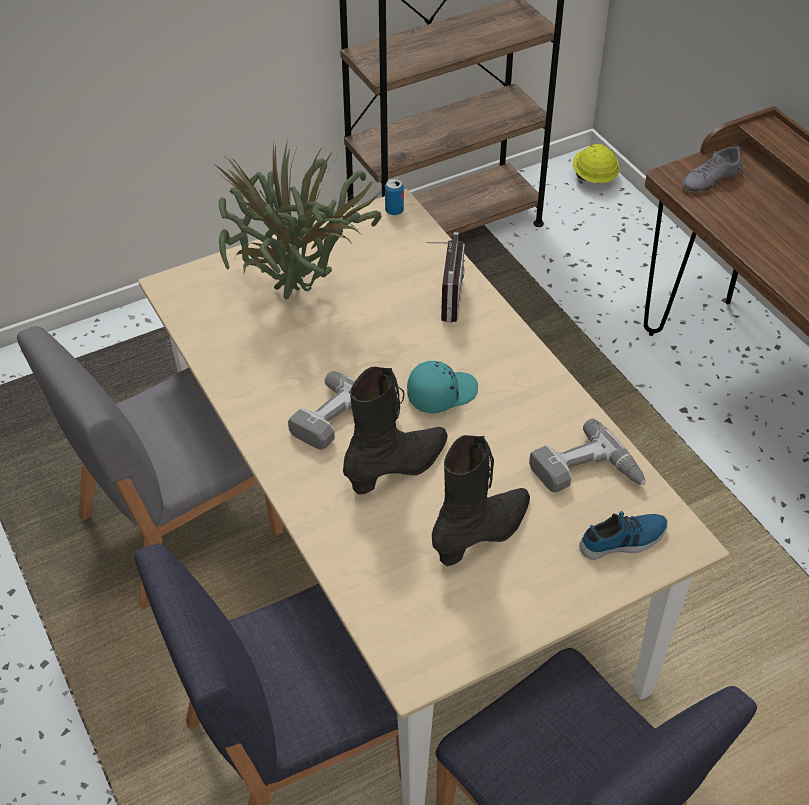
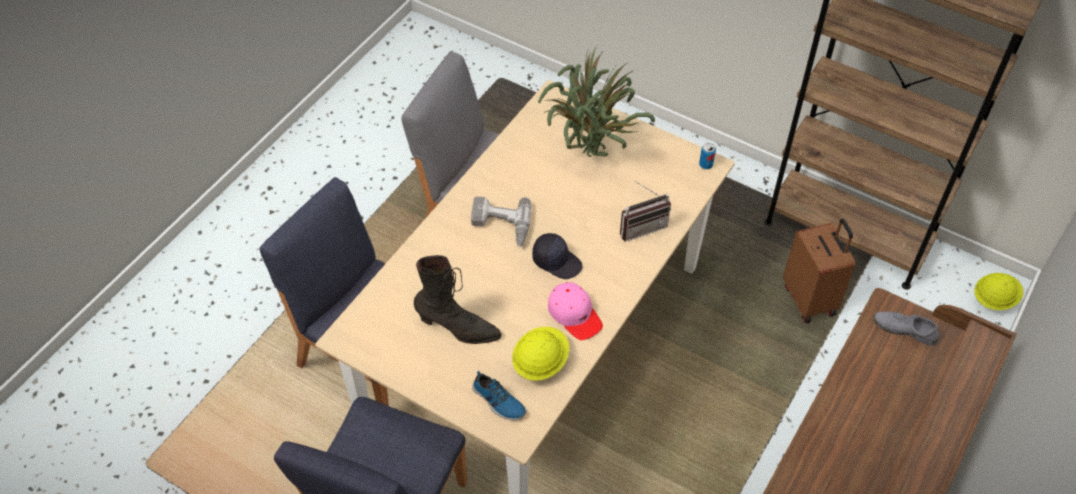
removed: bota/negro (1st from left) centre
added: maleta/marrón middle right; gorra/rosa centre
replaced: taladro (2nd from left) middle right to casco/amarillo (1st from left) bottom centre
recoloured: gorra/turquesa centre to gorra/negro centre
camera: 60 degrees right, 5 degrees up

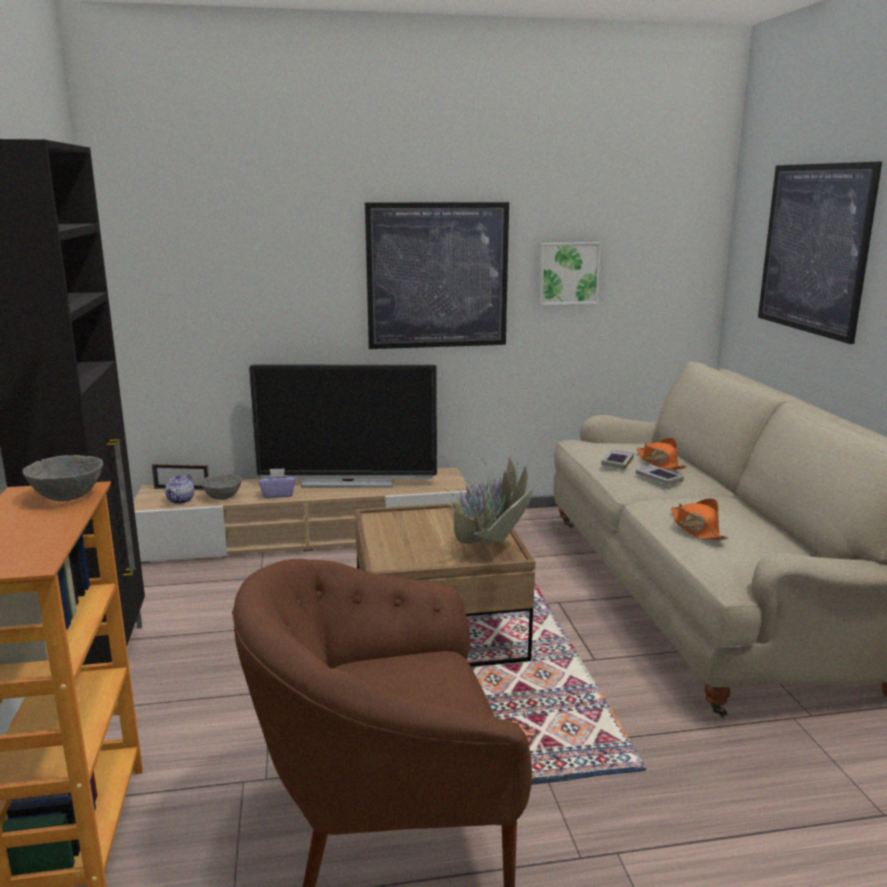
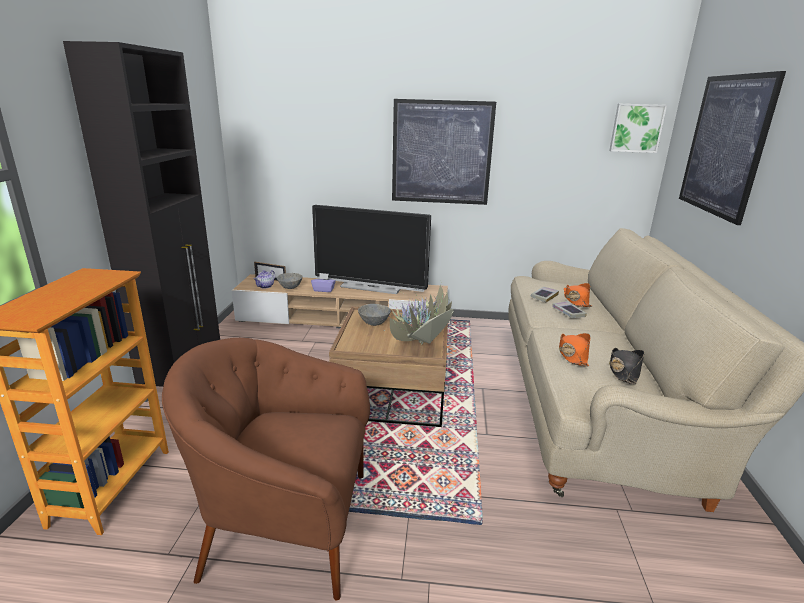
added: sombrero/negro middle right
moved: cuadro (2nd from left) top centre to top right; cuenco/gris (1st from left in the first image) middle left to cuenco/gris (2nd from left) centre
camera: 15 degrees right, 5 degrees up

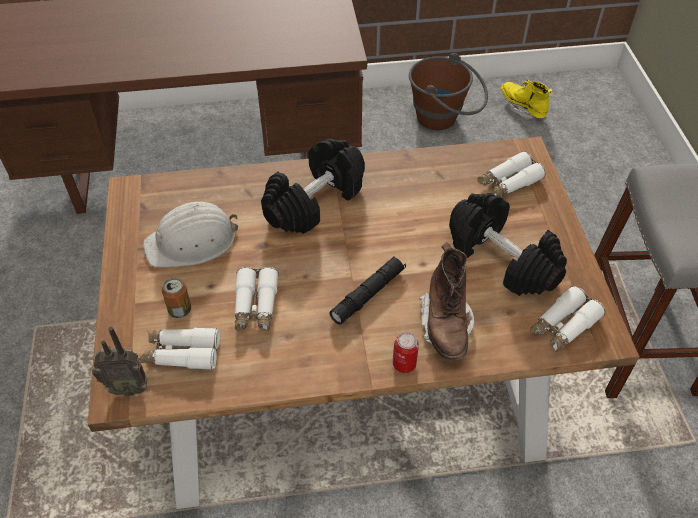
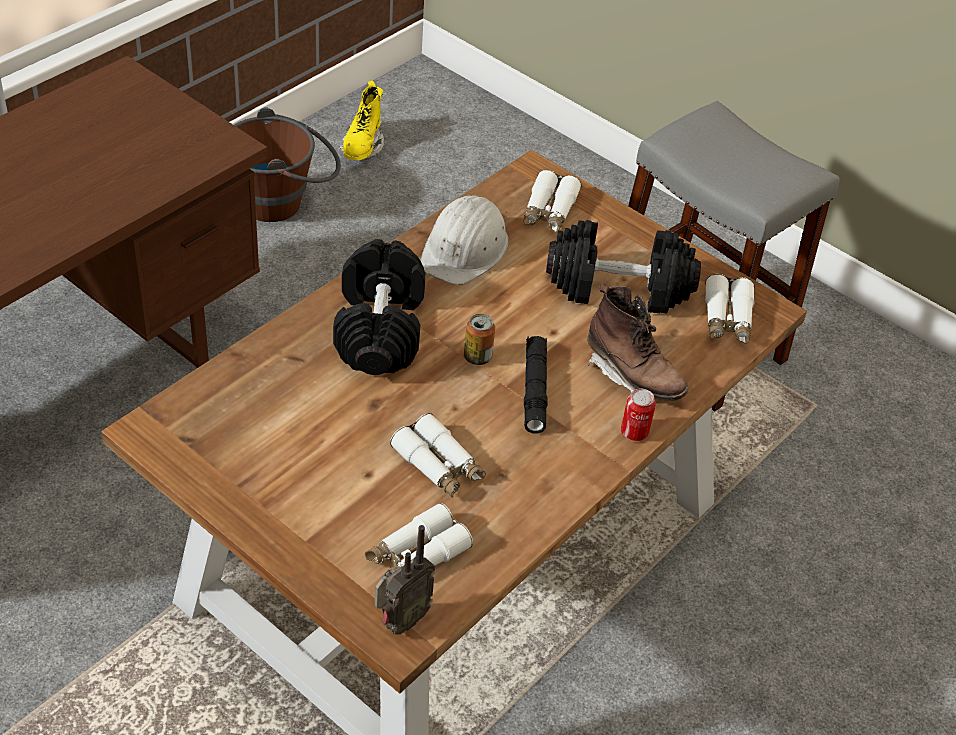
moved: casco/blanco middle left to top centre; lata (1st from left) middle left to centre
turned: bota/amarillo top right = top centre 90 degrees counterclockwise
camera: 45 degrees left, 5 degrees down

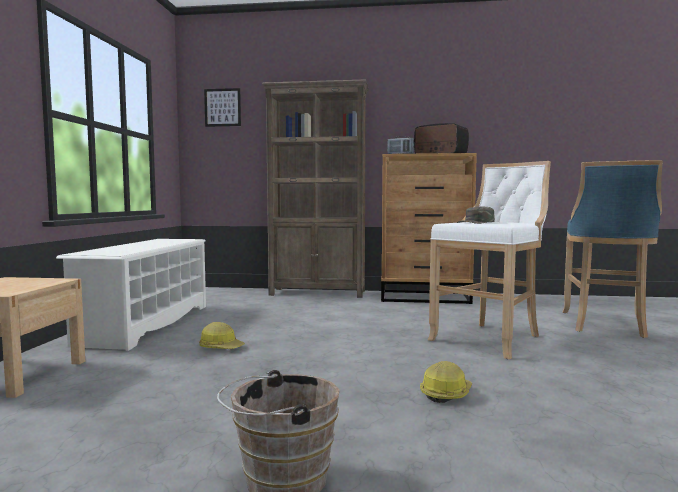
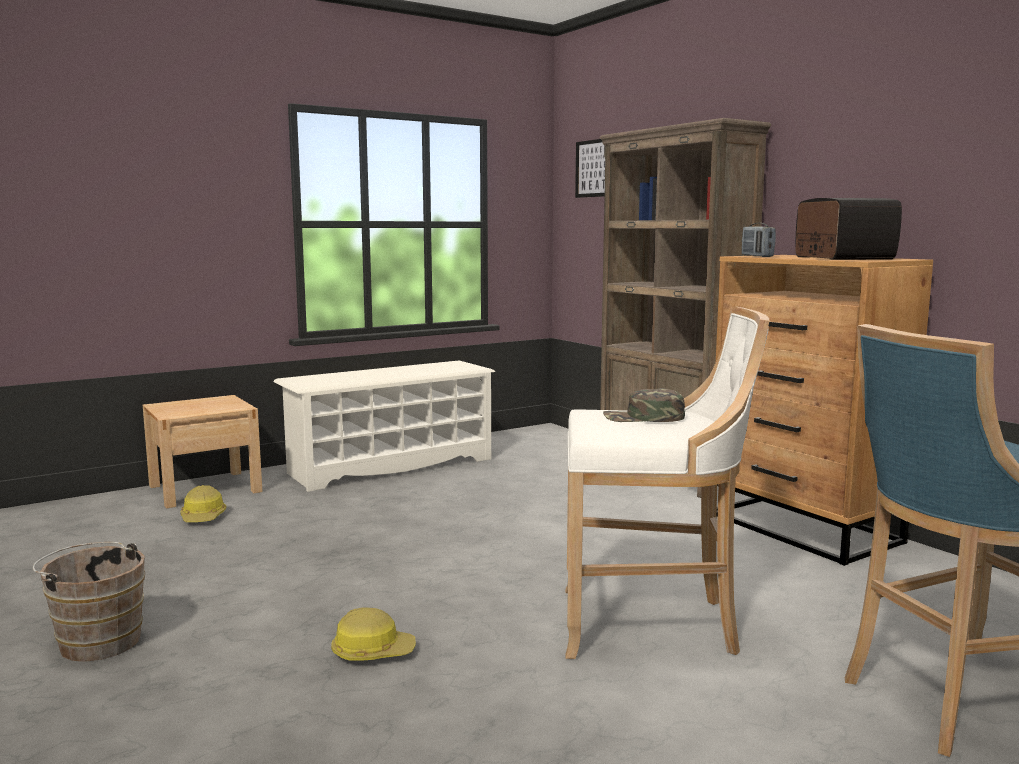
moved: casco (1st from left) bottom left to middle left
camera: 50 degrees right, 5 degrees up

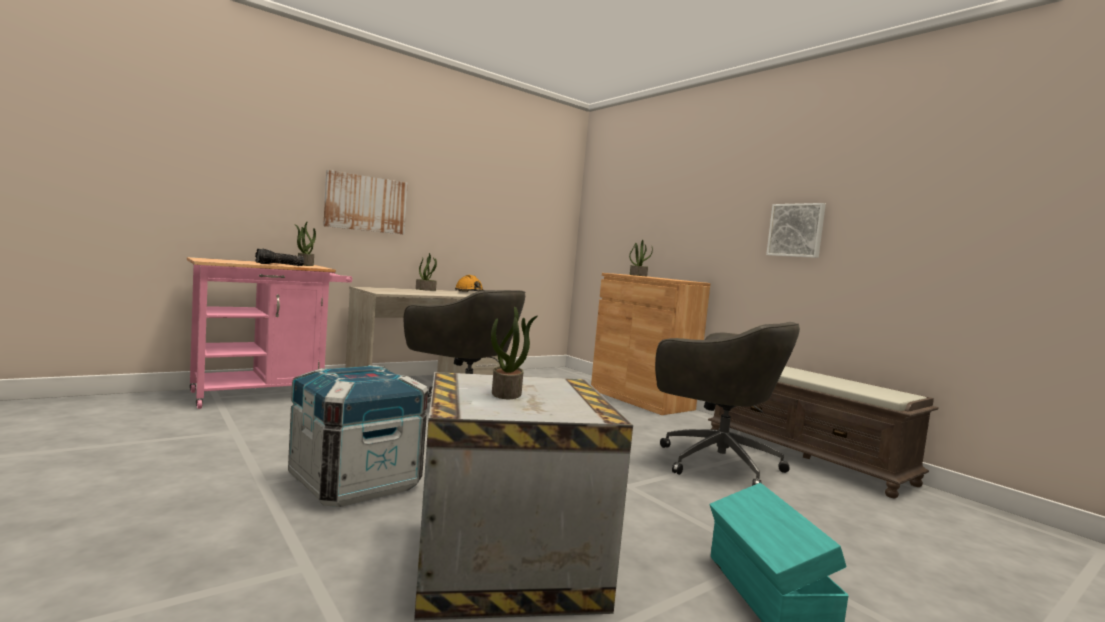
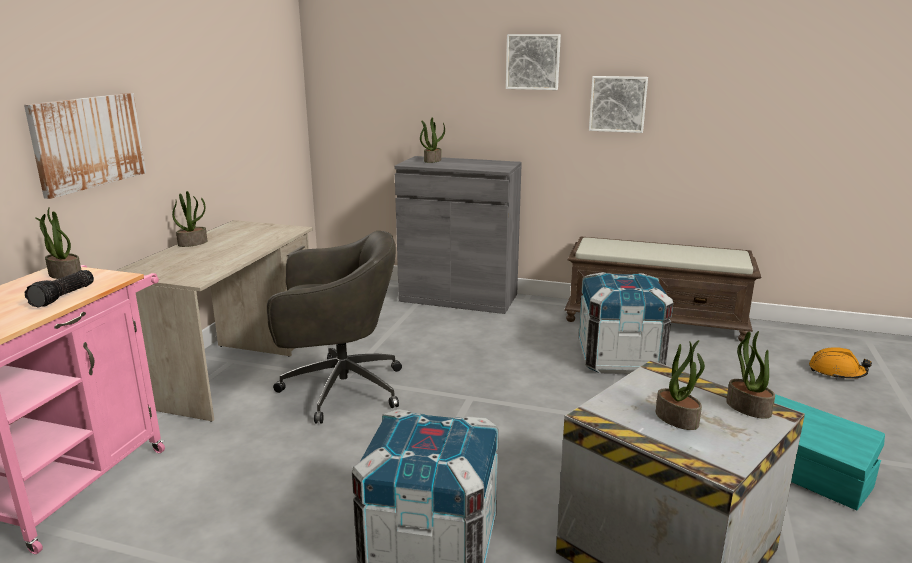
added: cuadro (2nd from left) top centre; planta en maceta (5th from left) middle right
moved: casco/naranja centre to middle right
replaced: silla de oficina/gris (2nd from left) centre to caja de embalaje (2nd from left) middle right
recoloured: armario/marrón centre to armario/gris centre
camera: 35 degrees left, 15 degrees up

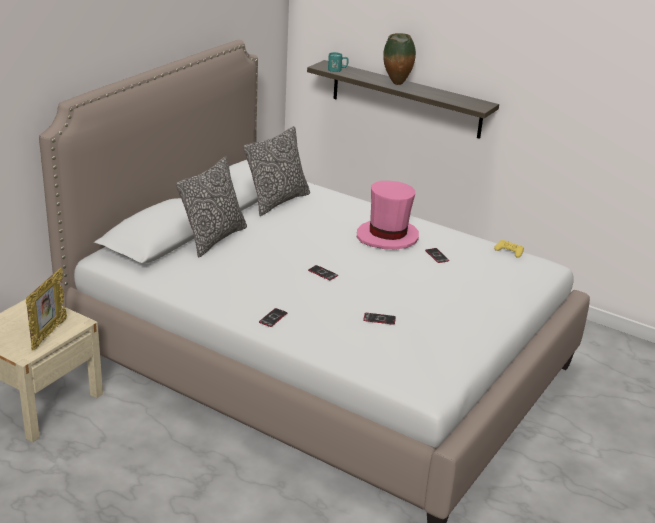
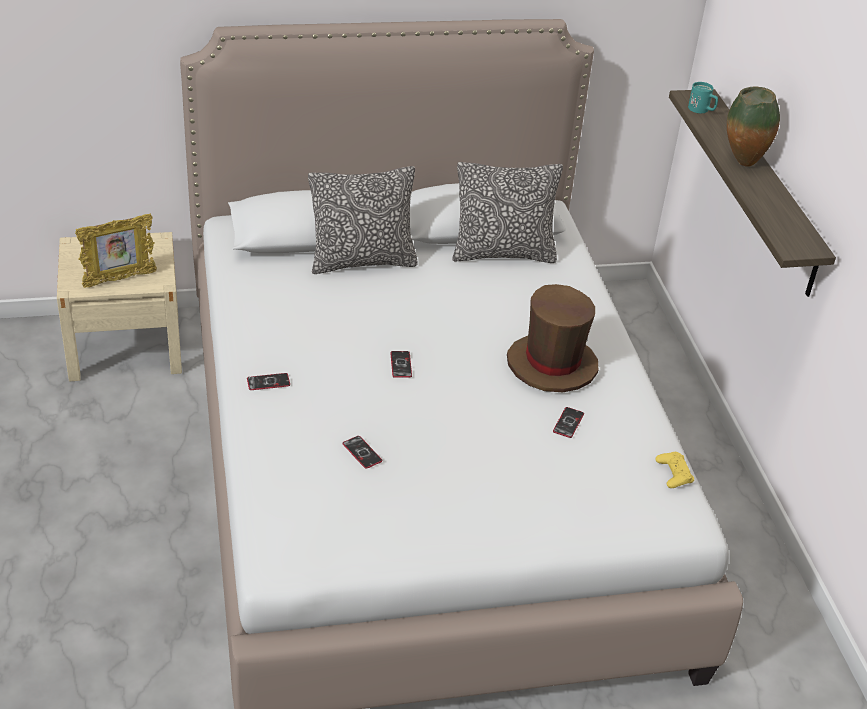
recoloured: sombrero/rosa centre to sombrero/marrón centre
camera: 45 degrees right, 10 degrees up

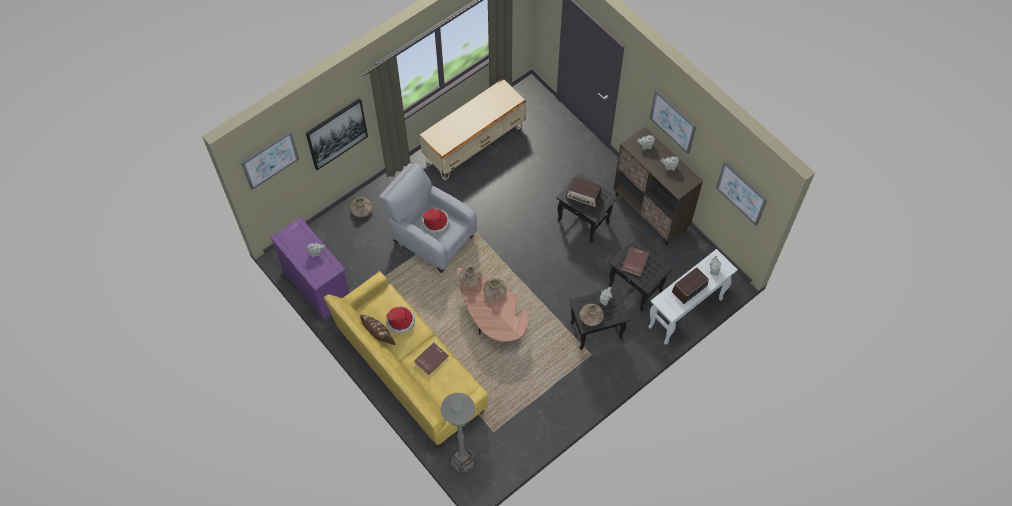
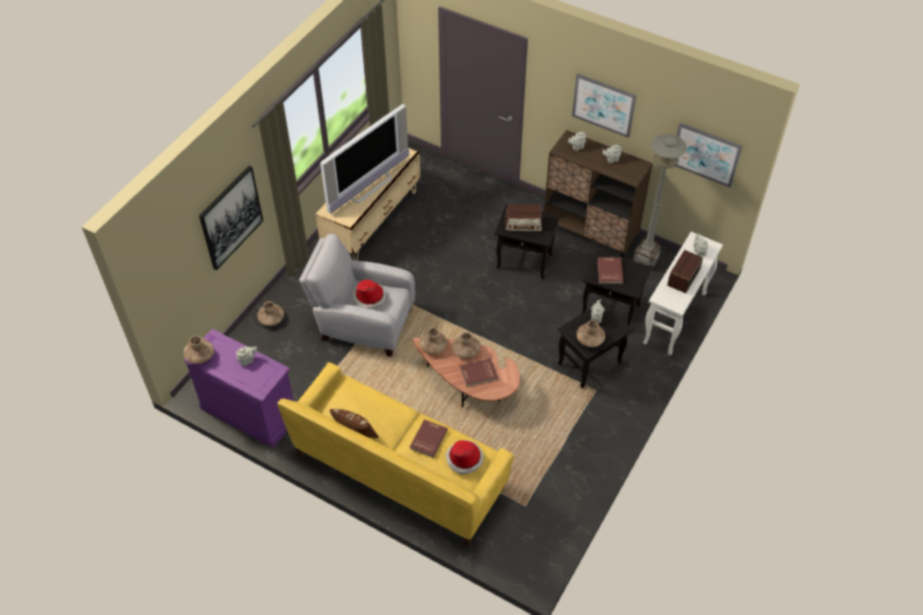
removed: cuadro (1st from left) top left
added: televisor top centre; florero/marrón (1st from left) middle left; libro/rojo (2nd from left) centre
moved: sombrero (1st from left in the first image) centre to sombrero (2nd from left) bottom centre; lámpara de pie/gris bottom centre to top right
camera: 20 degrees left, 10 degrees down

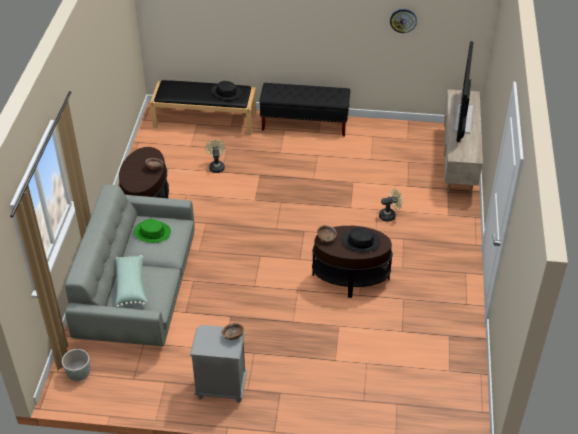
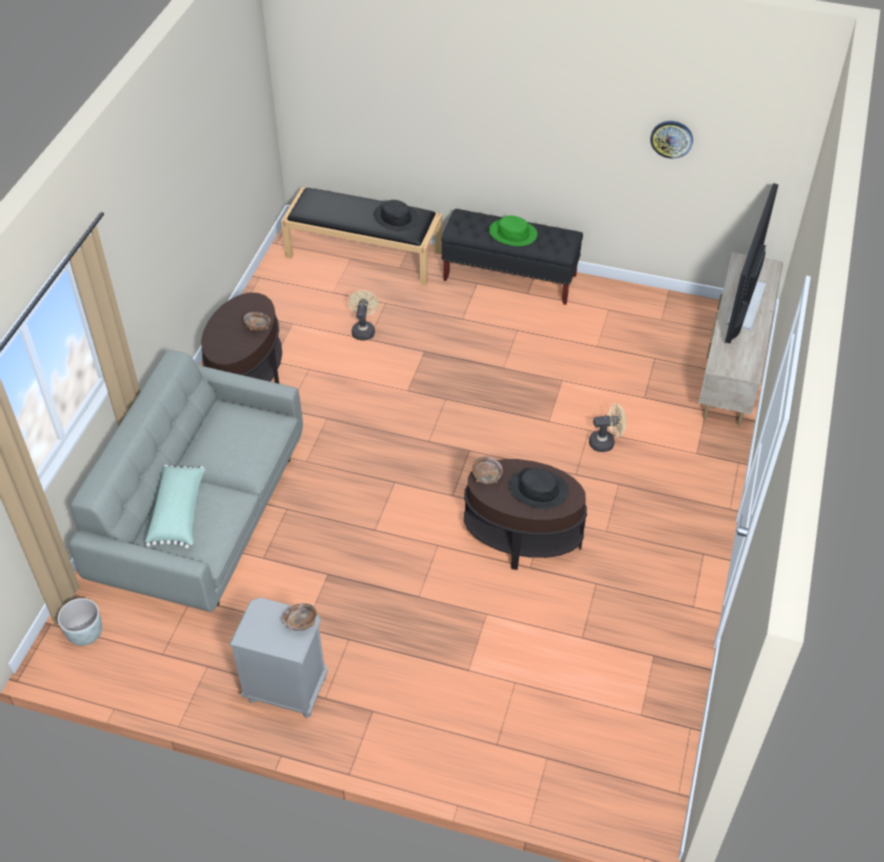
moved: sombrero/verde middle left to top centre
camera: 10 degrees right, 5 degrees up

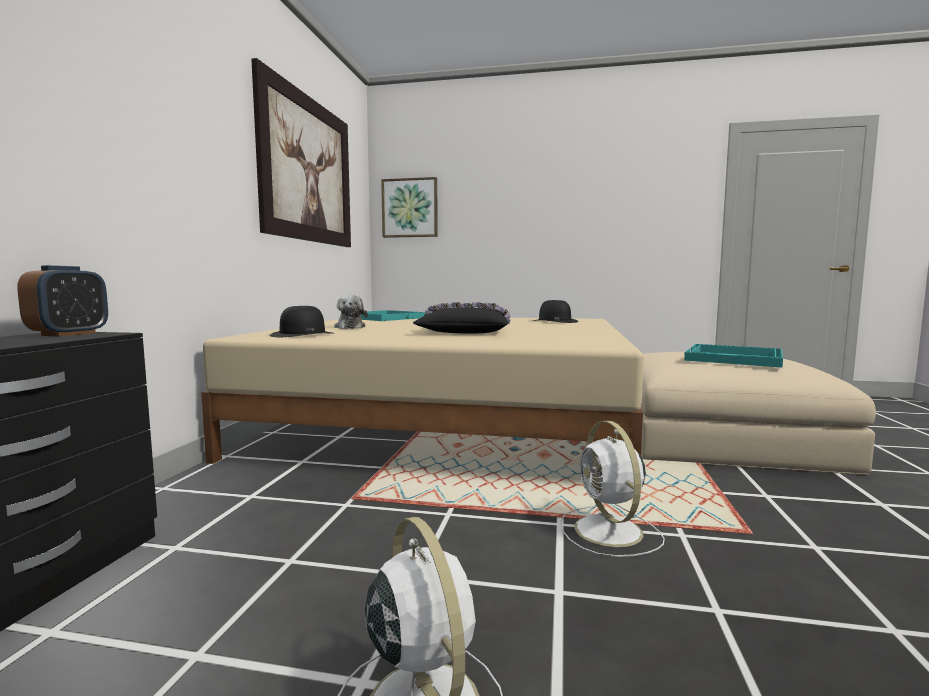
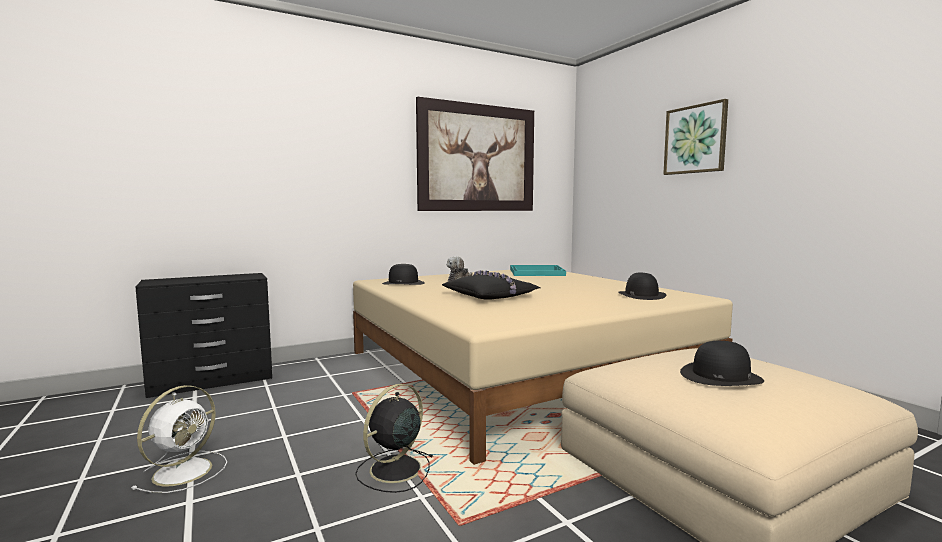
removed: despertador middle left
moved: cuadro (2nd from left) top centre to top right
replaced: bandeja/turquesa (2nd from left) middle right to sombrero/negro (3rd from left) bottom right
recoloured: ventilador/blanco (2nd from left) bottom centre to ventilador/negro bottom centre
camera: 50 degrees right, 0 degrees up

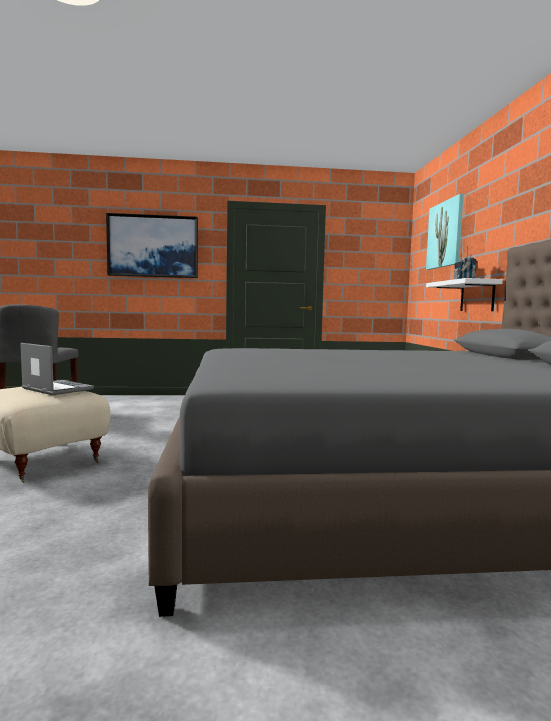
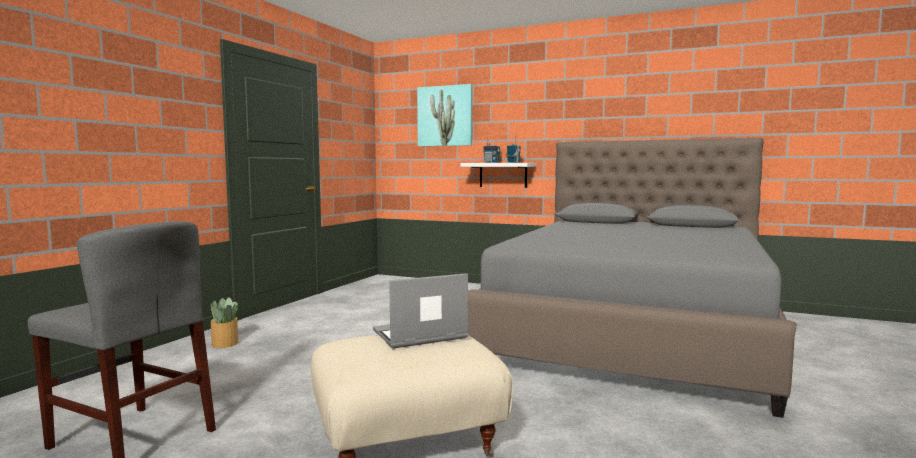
removed: cuadro (1st from left) middle left
added: planta en maceta bottom left
camera: 60 degrees left, 0 degrees up

